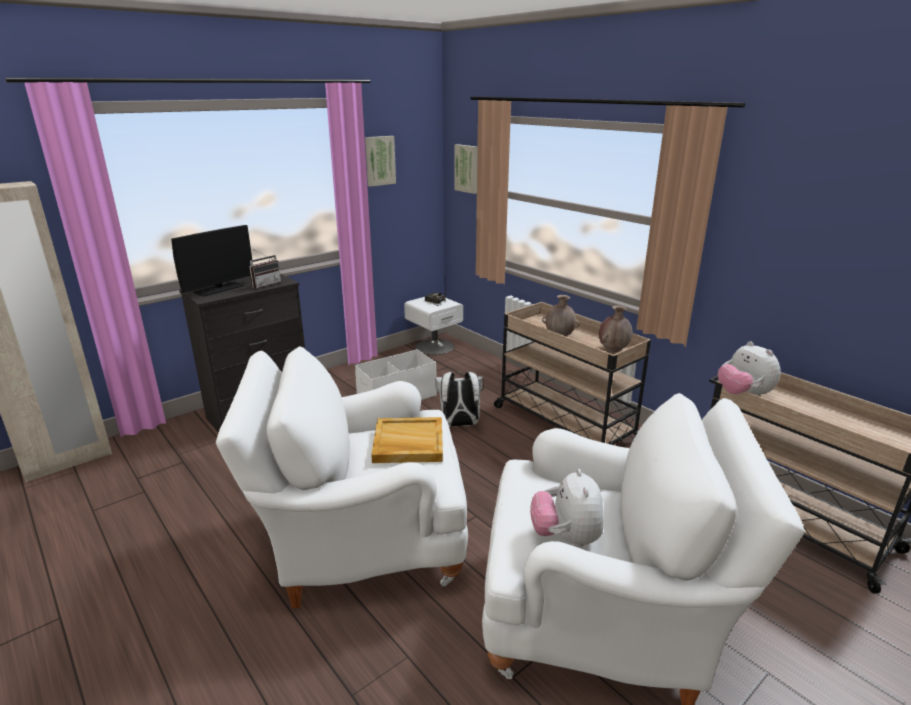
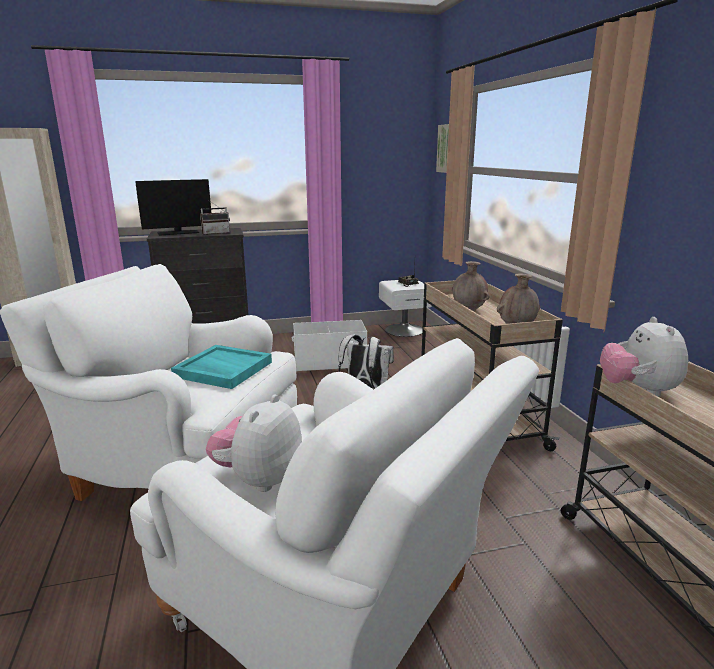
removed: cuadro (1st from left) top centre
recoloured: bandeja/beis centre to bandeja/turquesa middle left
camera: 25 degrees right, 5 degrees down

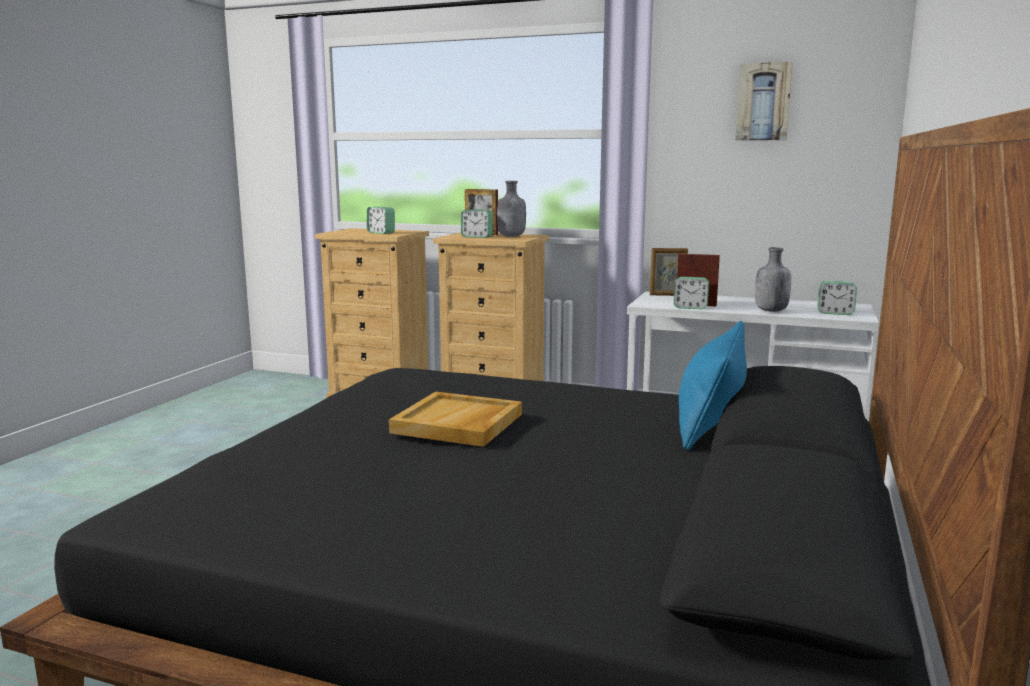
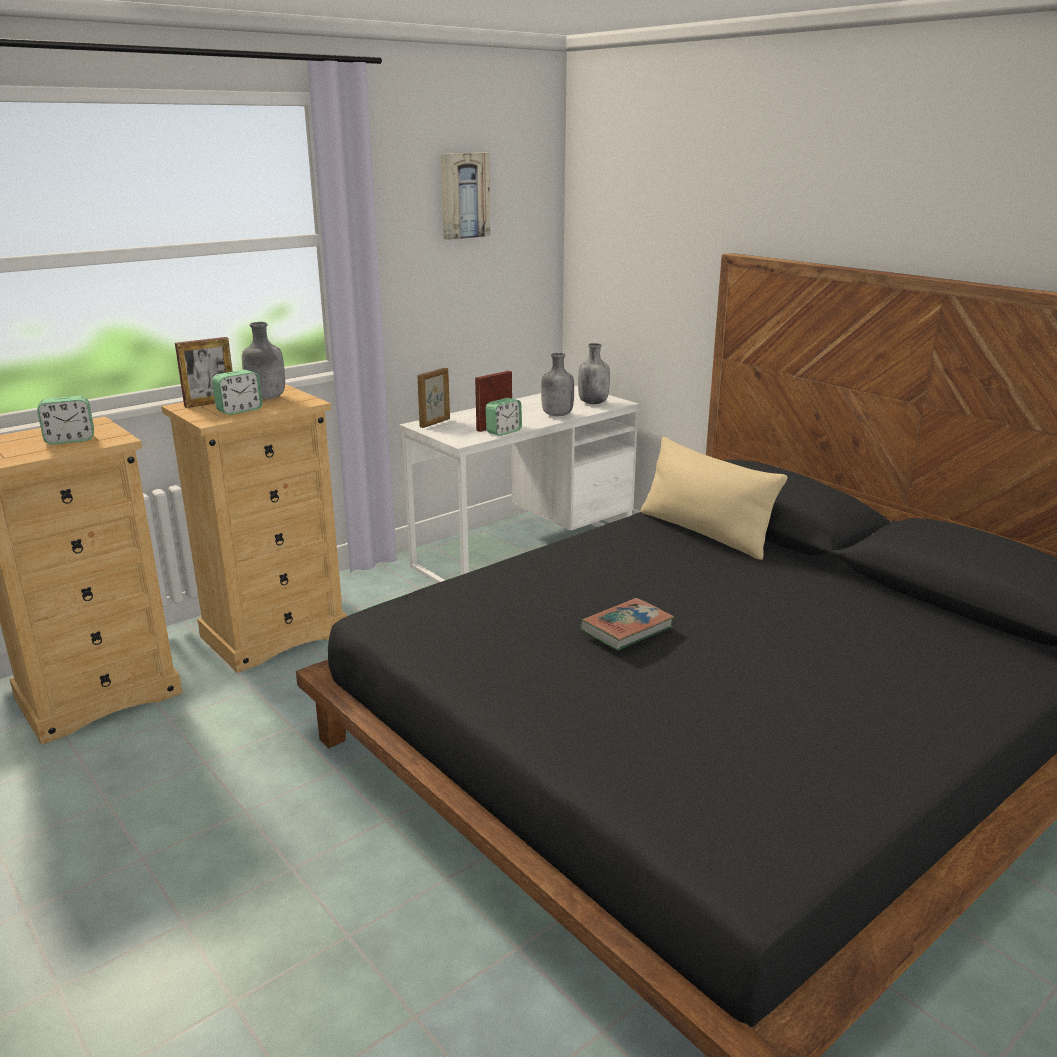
replaced: despertador (4th from left) middle right to botella/gris (3rd from left) centre; bandeja/beis centre to libro centre
recoloured: cojín/azul middle right to cojín/beis middle right
camera: 60 degrees left, 10 degrees up

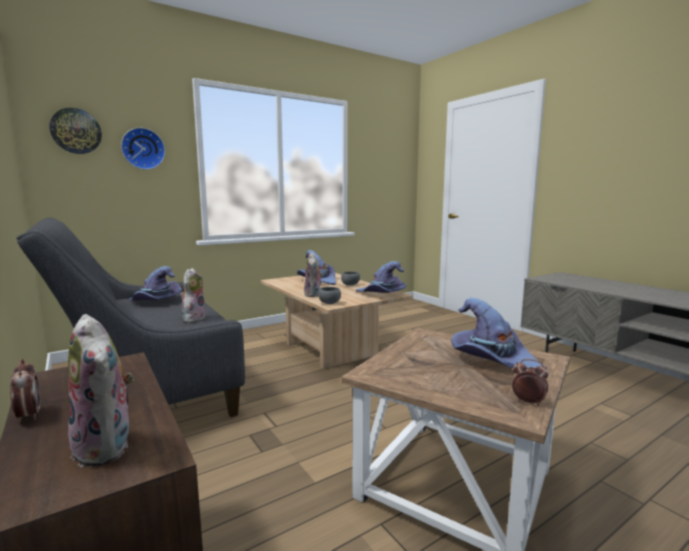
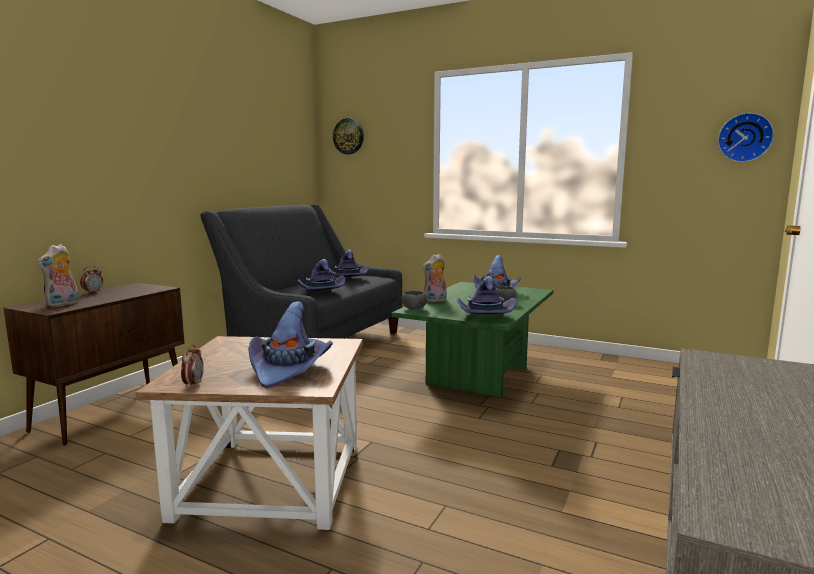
moved: reloj de pared (2nd from left) top left to top right
replaced: peluche (2nd from left) middle left to sombrero/morado (2nd from left) centre
recoloured: mesa de centro/beis centre to mesa de centro/verde centre
camera: 60 degrees right, 0 degrees up

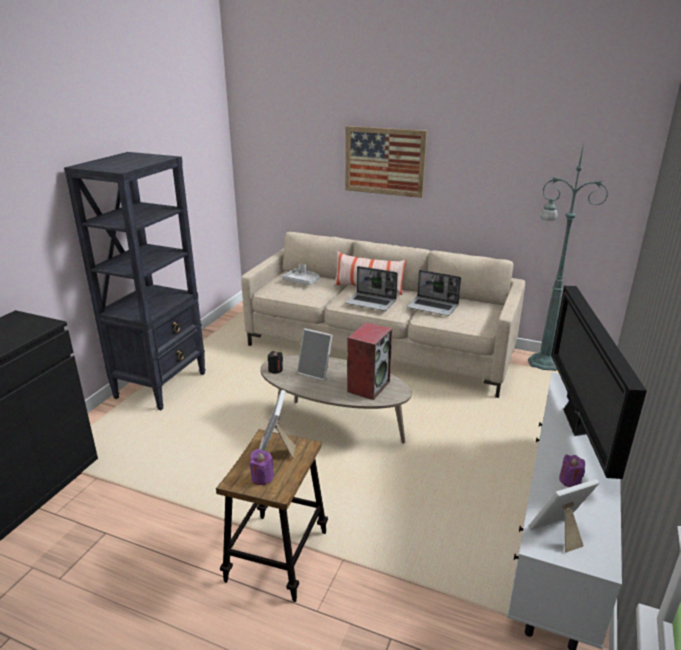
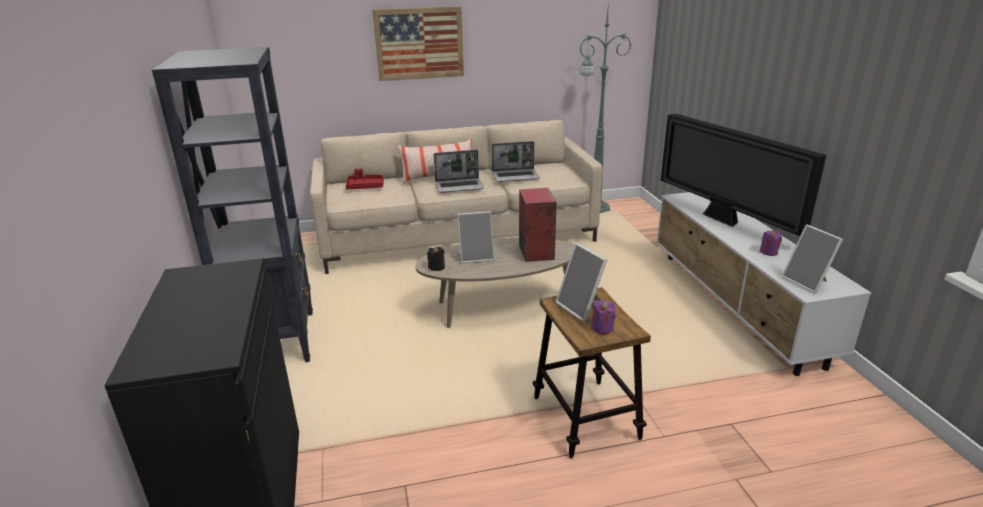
recoloured: bandeja/gris centre to bandeja/rojo centre
turned: portarretratos (3rd from left) bottom right = middle right 60 degrees counterclockwise
camera: 35 degrees left, 0 degrees up

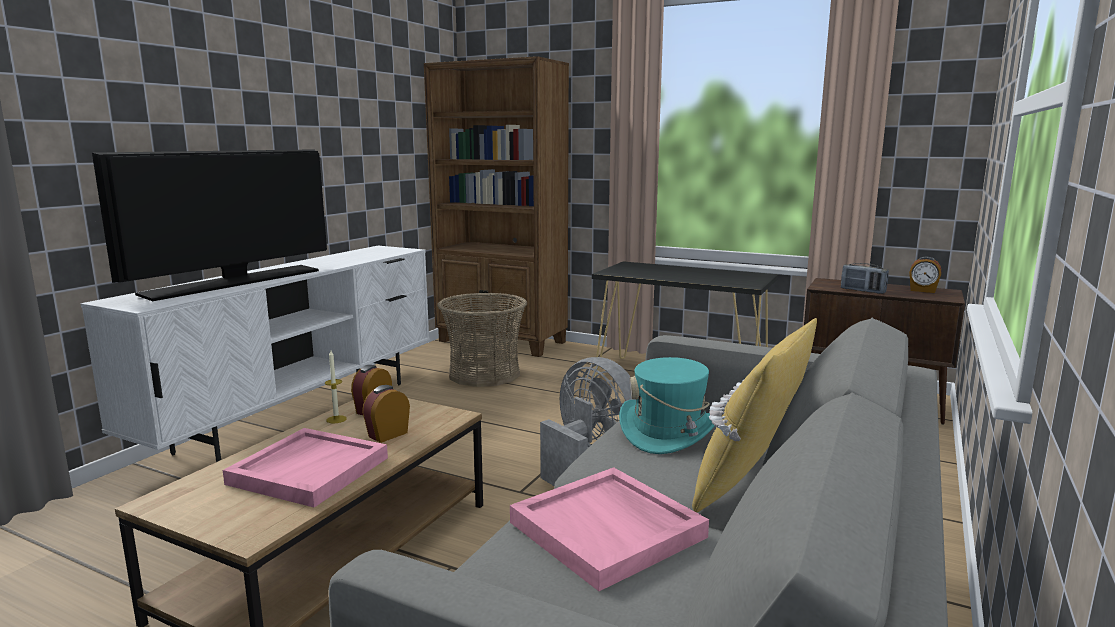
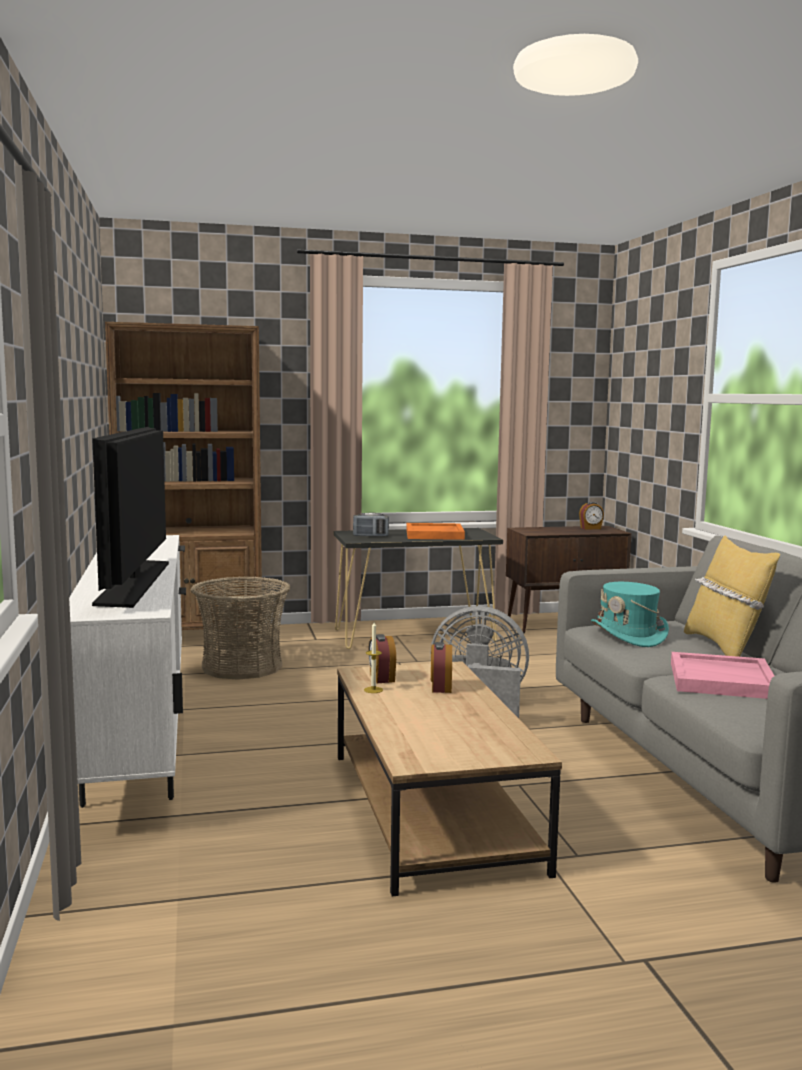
removed: bandeja/rosa (1st from left) bottom left
added: bandeja/naranja centre
moved: radio middle right to centre
camera: 40 degrees left, 5 degrees down

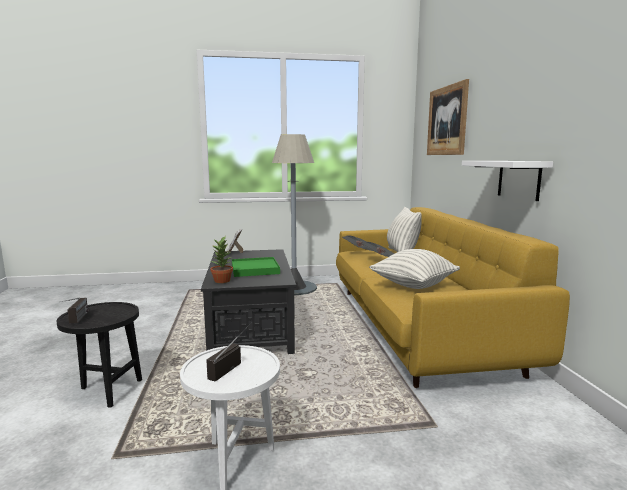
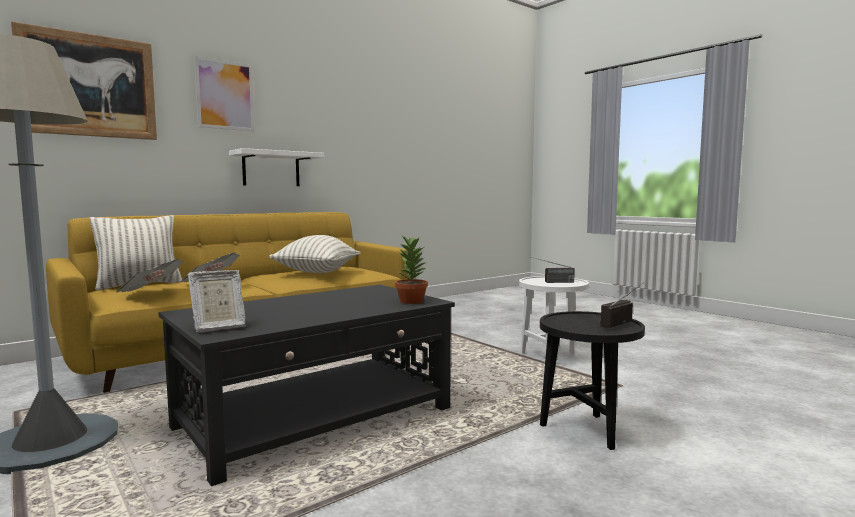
removed: bandeja/verde centre
added: cuadro (2nd from left) top left
camera: 120 degrees left, 5 degrees down

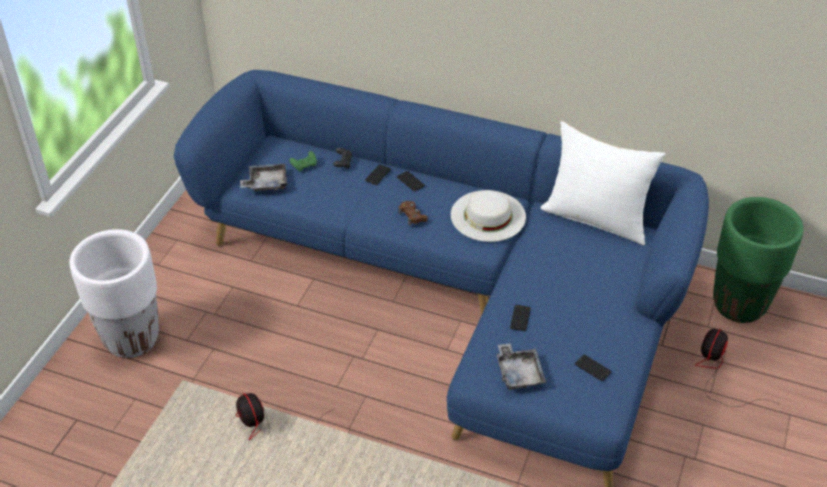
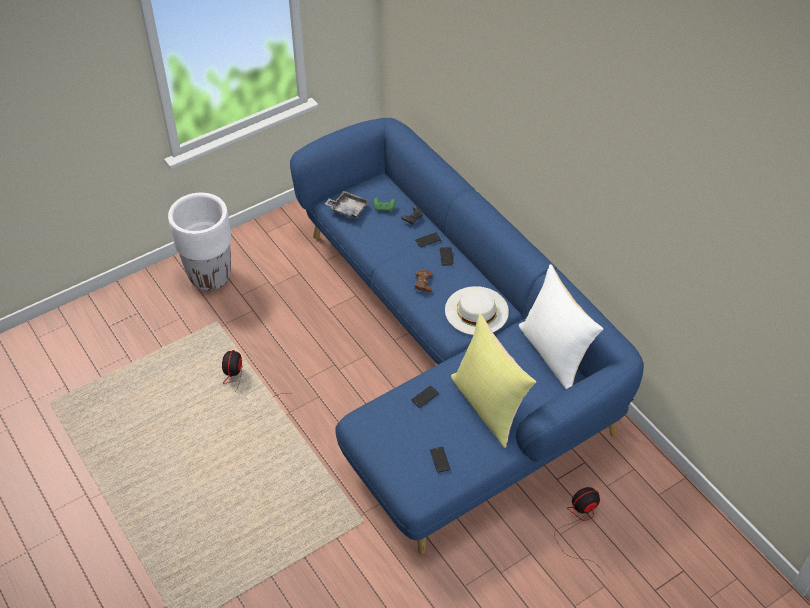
removed: maceta/verde middle right; bandeja/gris (2nd from left) bottom centre
added: cojín/amarillo centre
camera: 35 degrees right, 5 degrees up

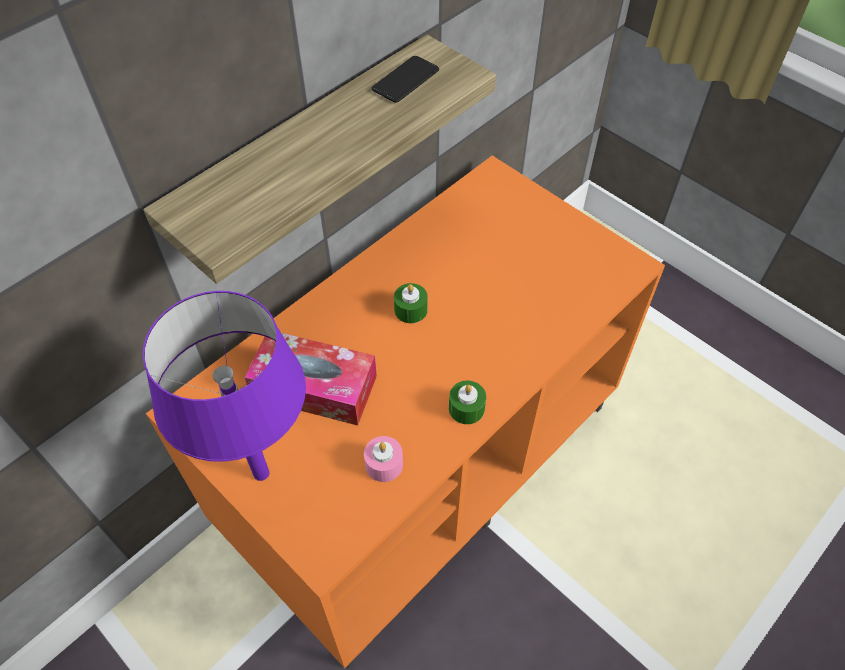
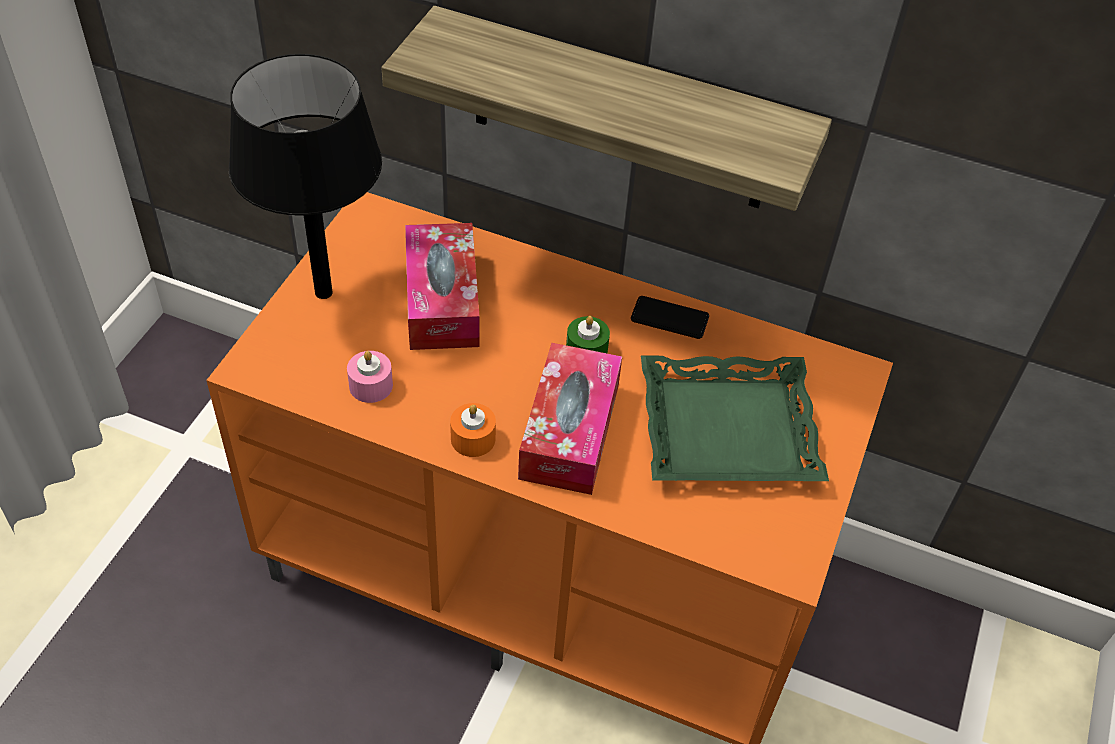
added: caja de pañuelos (2nd from left) centre; bandeja/verde centre
moved: móvil top centre to centre
recoloured: lámpara de mesa/morado middle left to lámpara de mesa/negro top left; vela/verde (2nd from left) centre to vela/naranja centre
camera: 65 degrees right, 5 degrees down

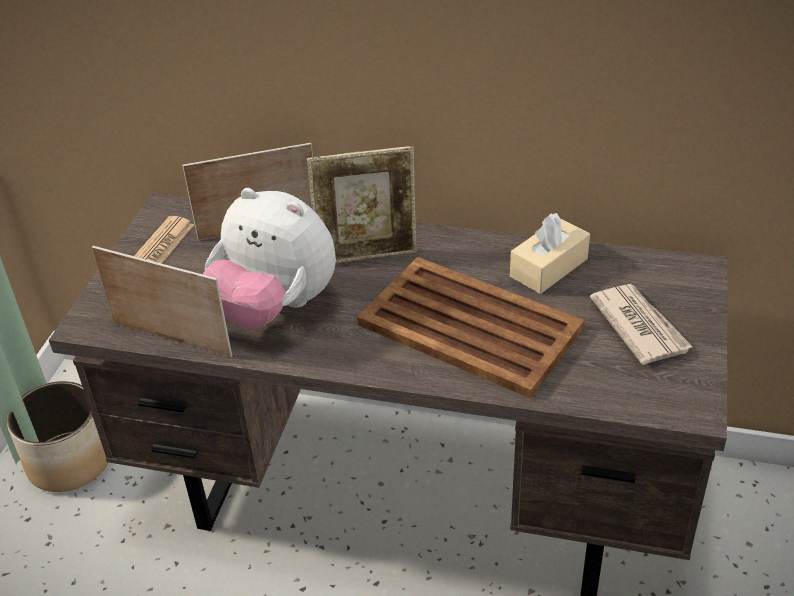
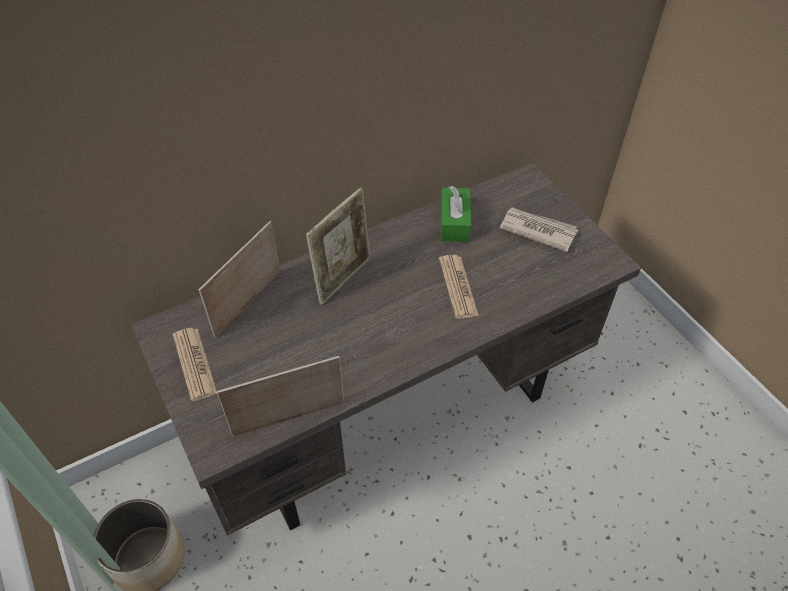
removed: peluche centre
replaced: bandeja/marrón centre to periódico (2nd from left) centre
recoloured: caja de pañuelos/beis middle right to caja de pañuelos/verde centre
camera: 45 degrees left, 10 degrees up

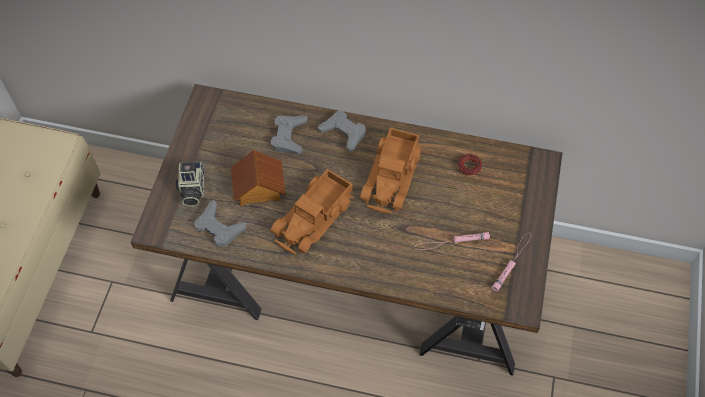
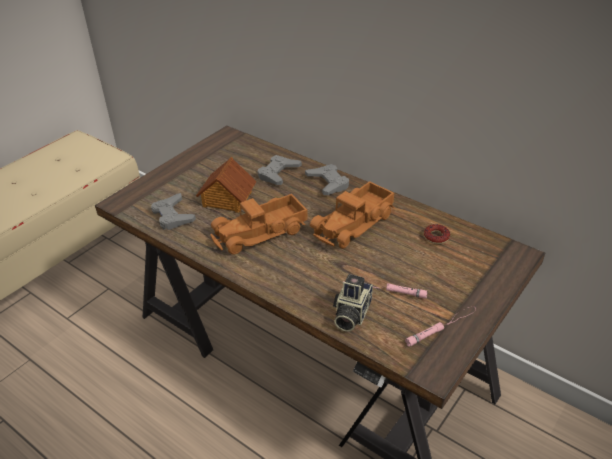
moved: cámara middle left to centre
camera: 25 degrees right, 20 degrees down

